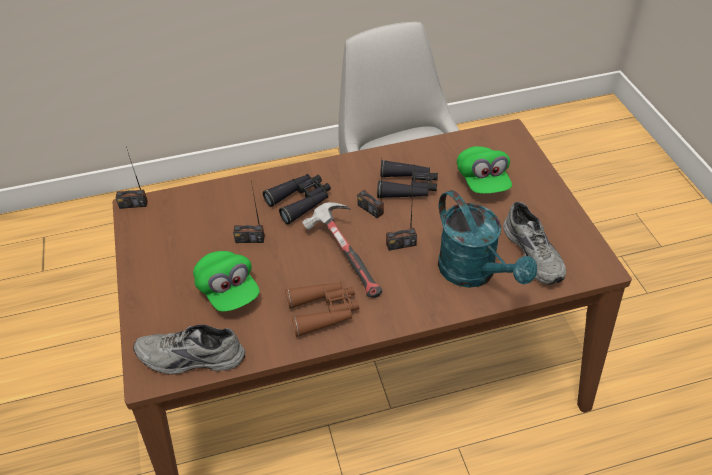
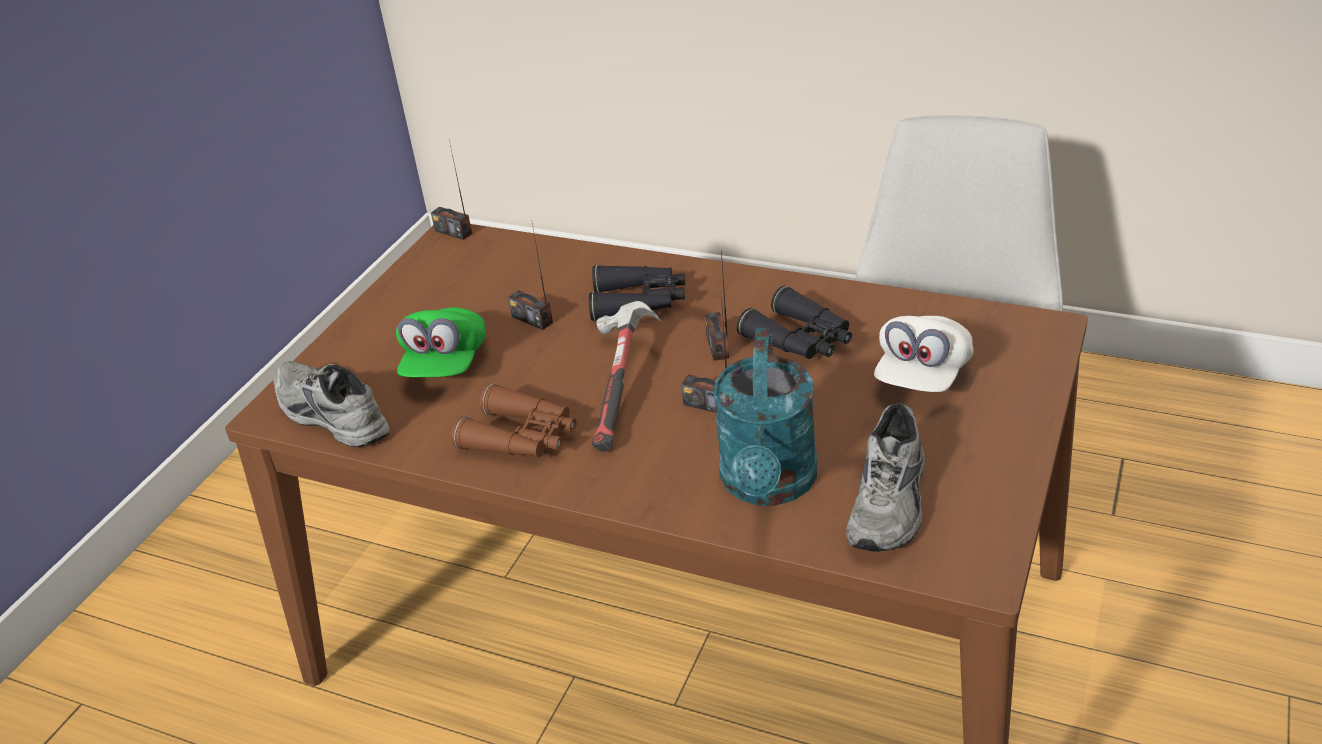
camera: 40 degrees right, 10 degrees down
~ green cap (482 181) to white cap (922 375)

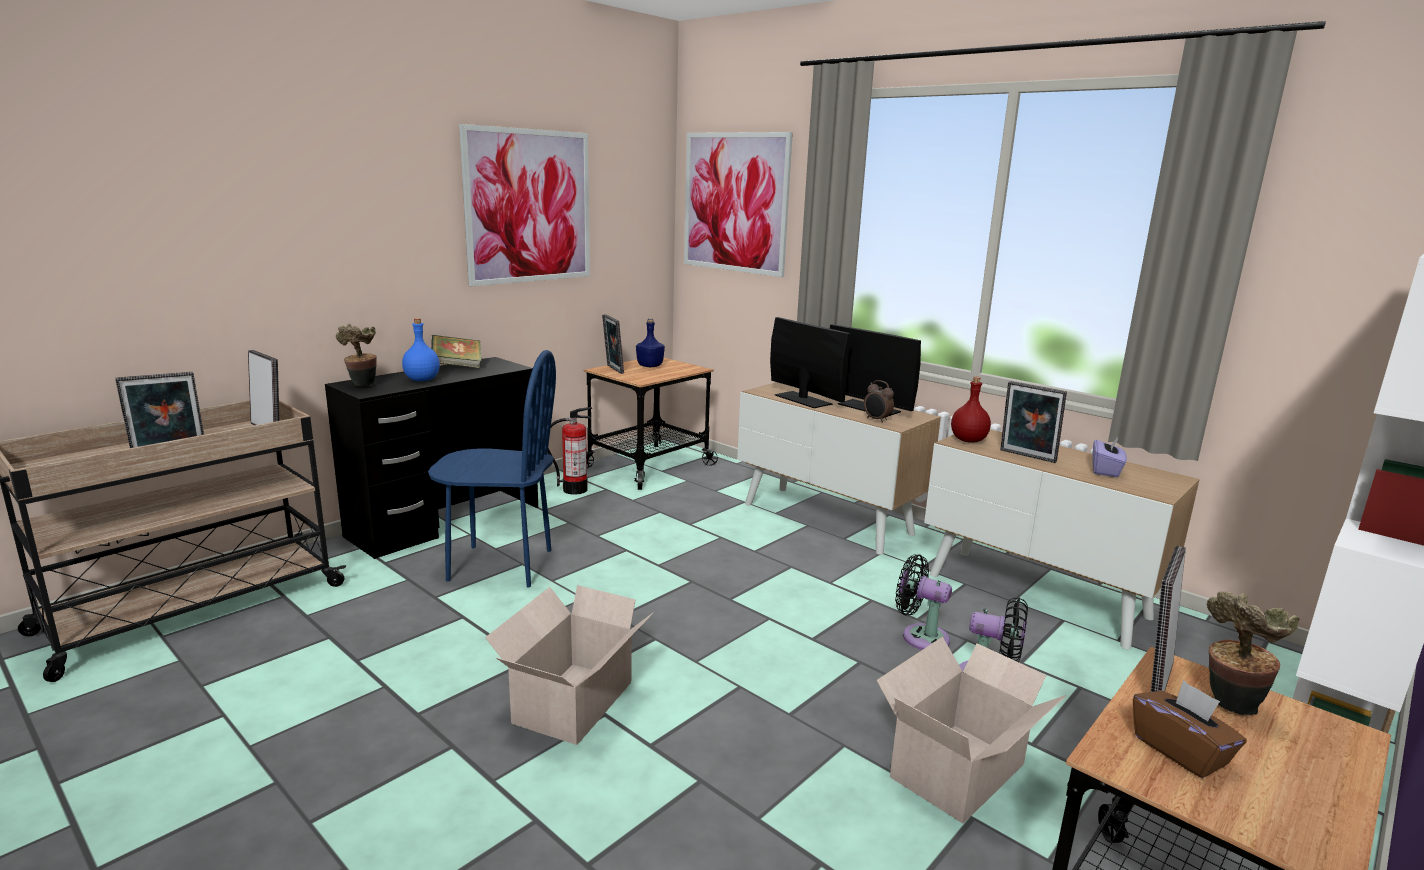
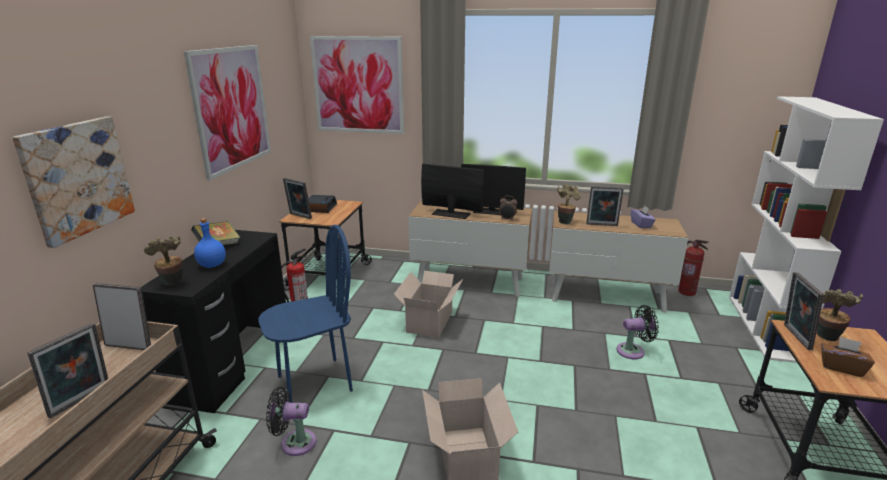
camera: 30 degrees left, 5 degrees up
+ picture (77 178)
+ fire extinguisher (687 292)
~ cardboard box (960 769) to (430 321)
~ black fan (920 636) to (294 442)
~ blue bottle (650 366) to alarm clock (320 208)
~ red bottle (968 440) to potted plant (565 221)

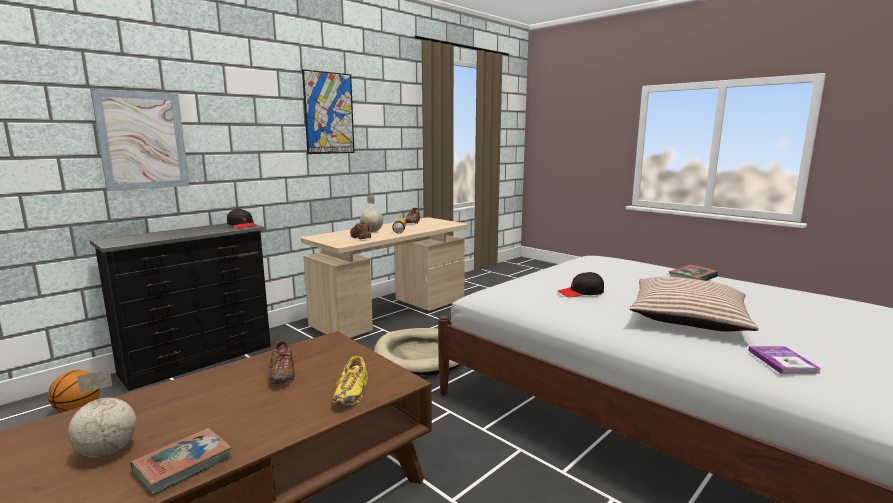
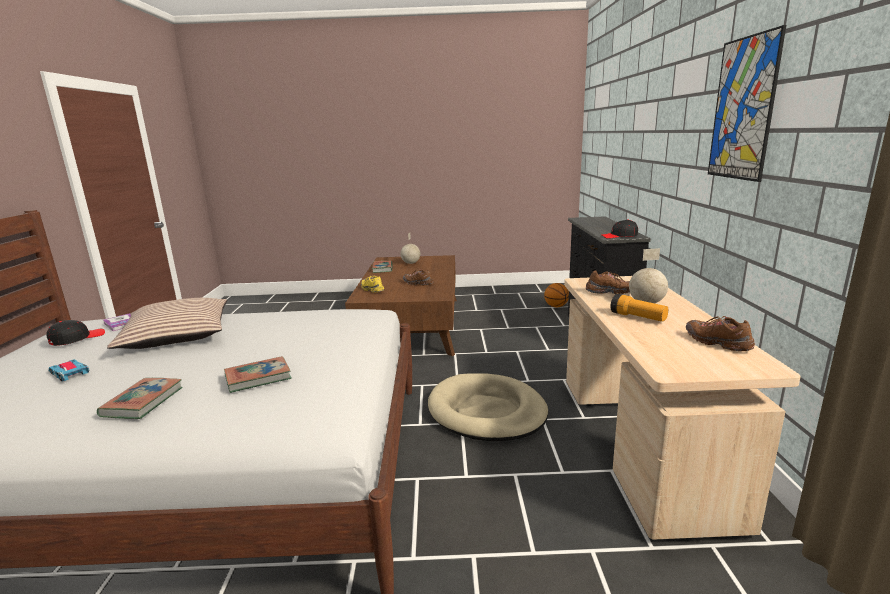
camera: 135 degrees right, 5 degrees up
- picture (142 141)
+ toy car (69 373)
+ book (258 378)
~ black cap (581 292) to (77 338)

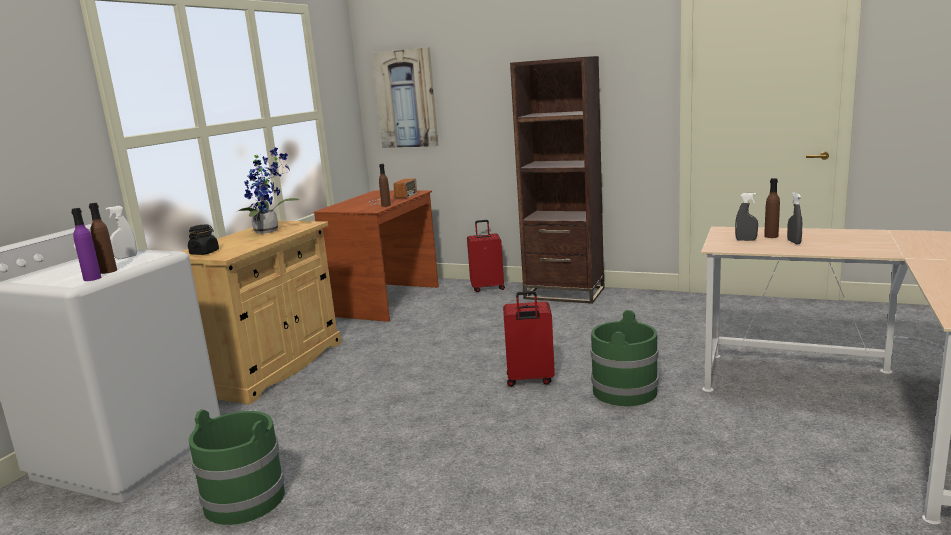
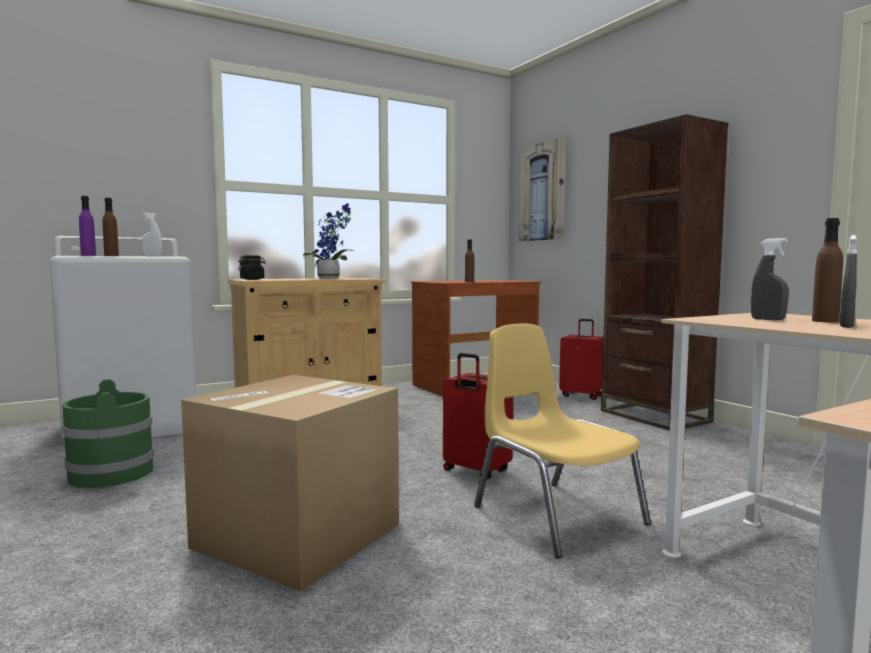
camera: 35 degrees right, 10 degrees down
- radio (391 199)
+ cardboard box (298 536)
~ green bucket (624 391) to yellow chair (555 515)

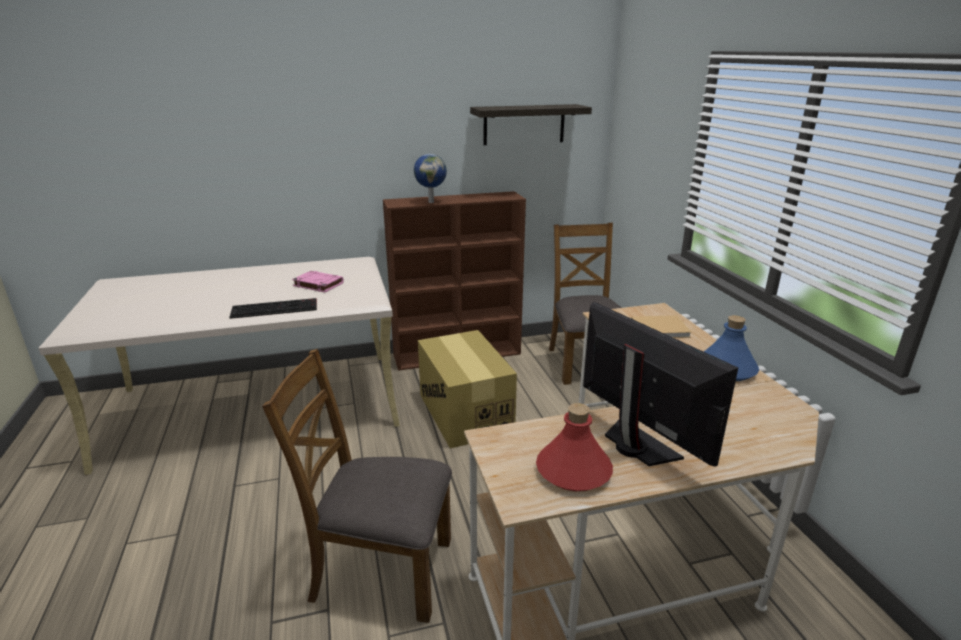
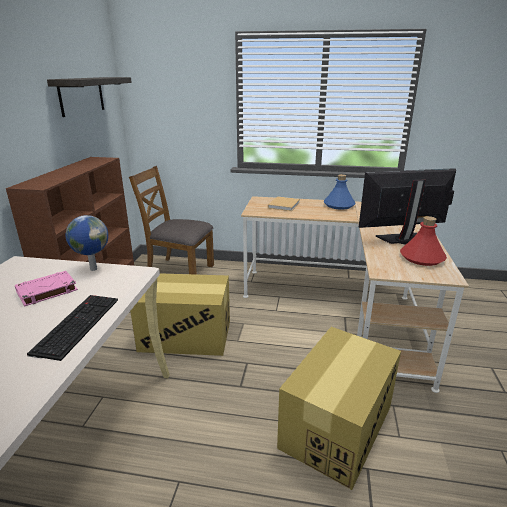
camera: 65 degrees left, 0 degrees up
~ globe (431 202) to (93 269)
~ brown chair (381 569) to cardboard box (336 427)

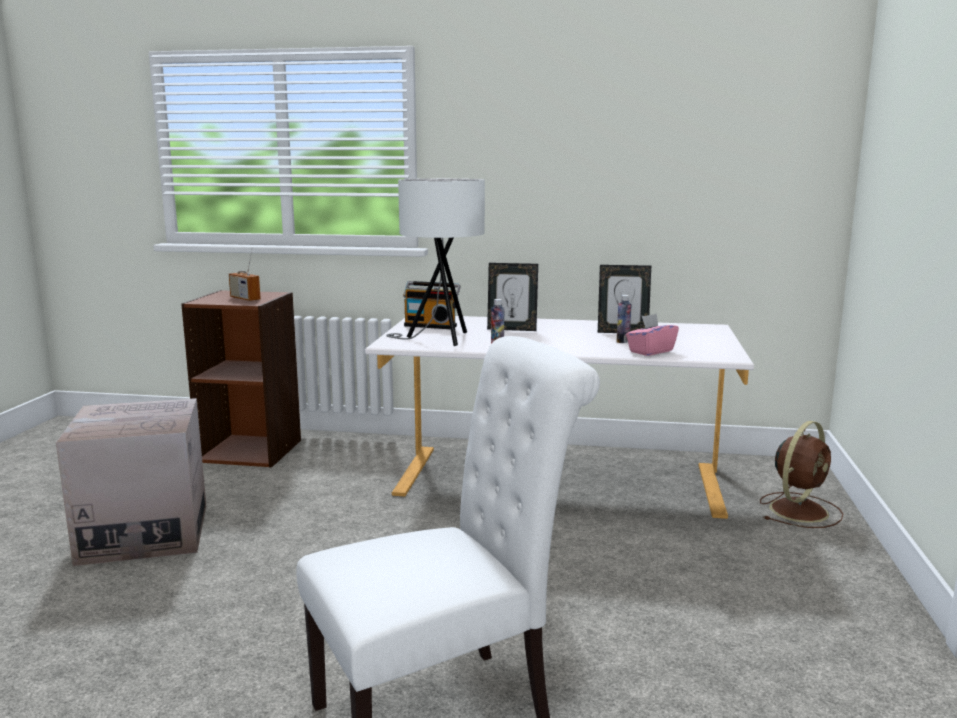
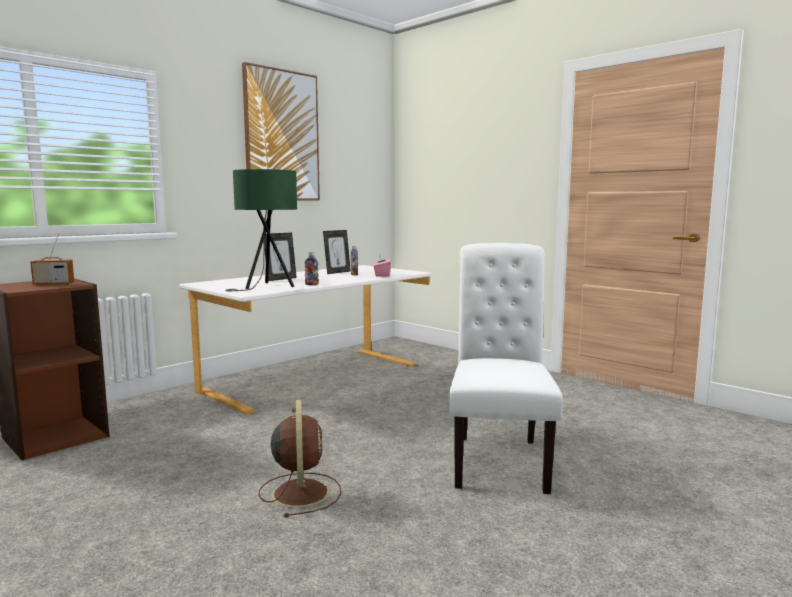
camera: 55 degrees left, 5 degrees down
- cardboard box (144 533)
- radio (431 325)
+ picture (281 136)
~ brown fan (800 510) to (300 492)
~ white table lamp (439 339) to green table lamp (266 287)

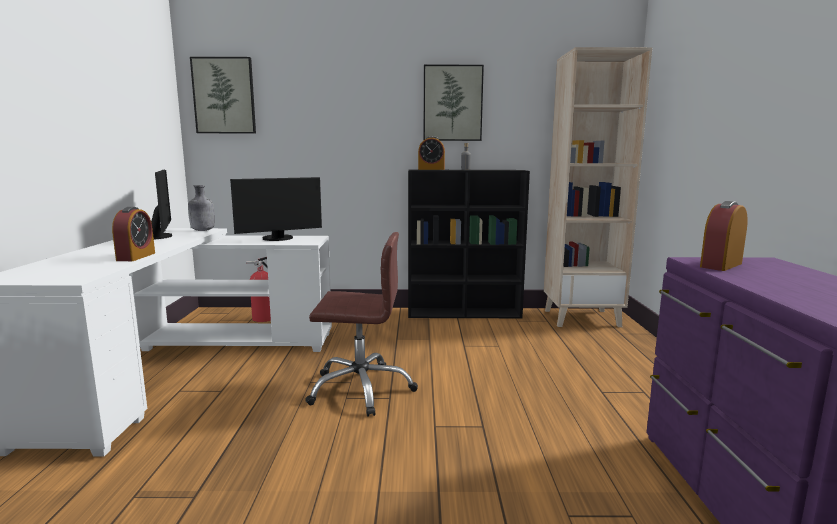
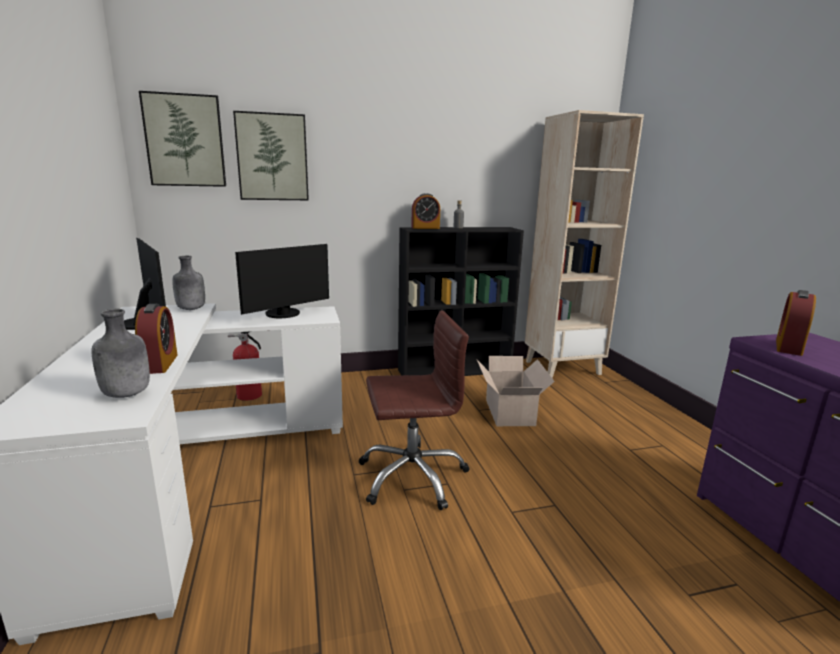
camera: 15 degrees left, 5 degrees up
+ grey bottle (127 394)
+ cardboard box (509 413)
~ picture (452 103) to (272 157)

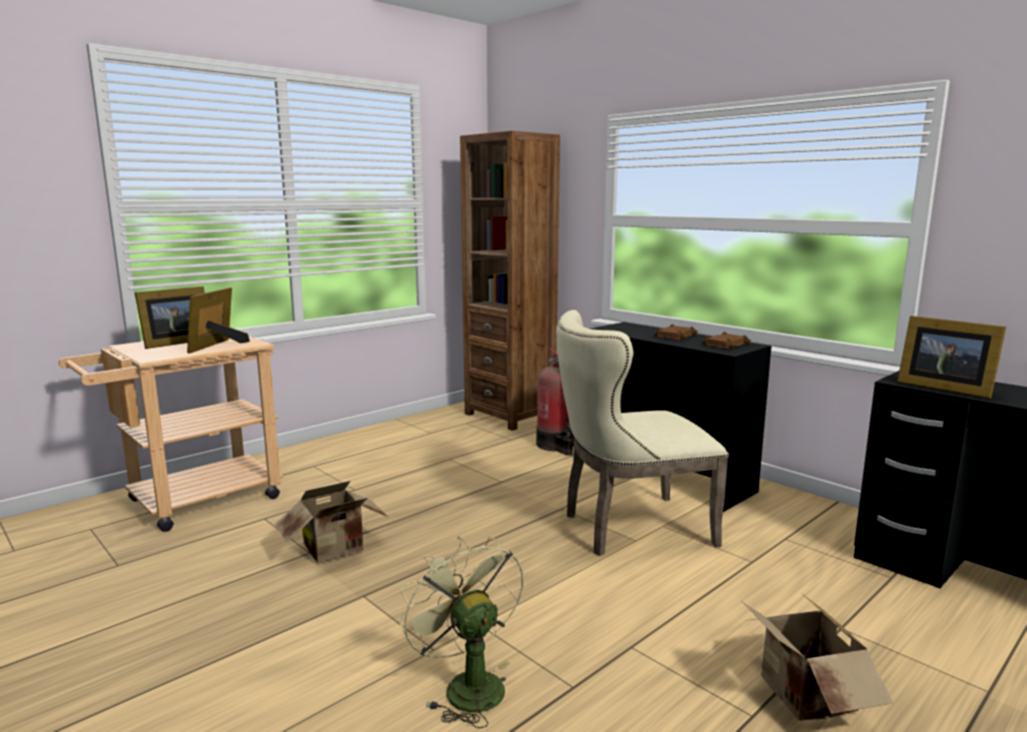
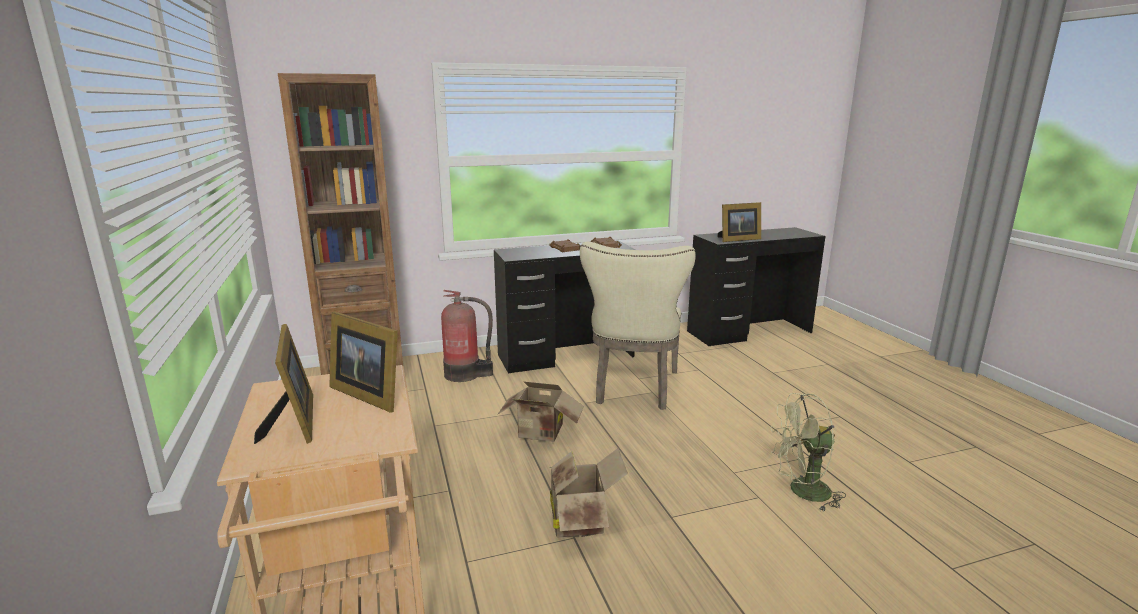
camera: 65 degrees left, 5 degrees up
~ cardboard box (802 698) to (541 434)

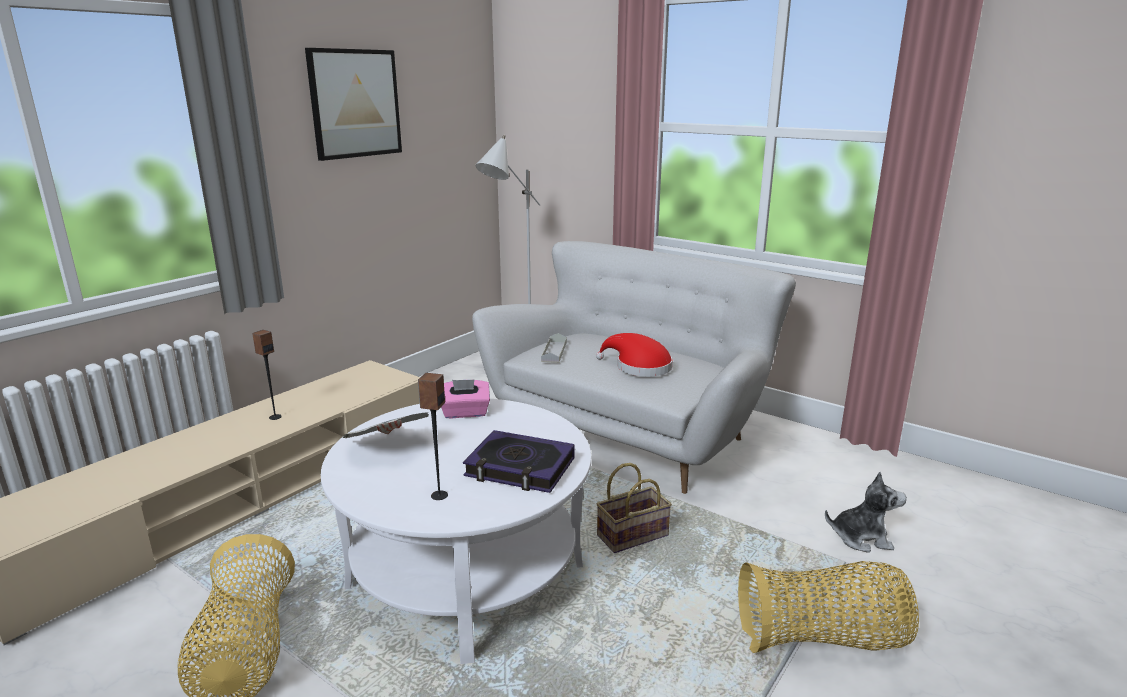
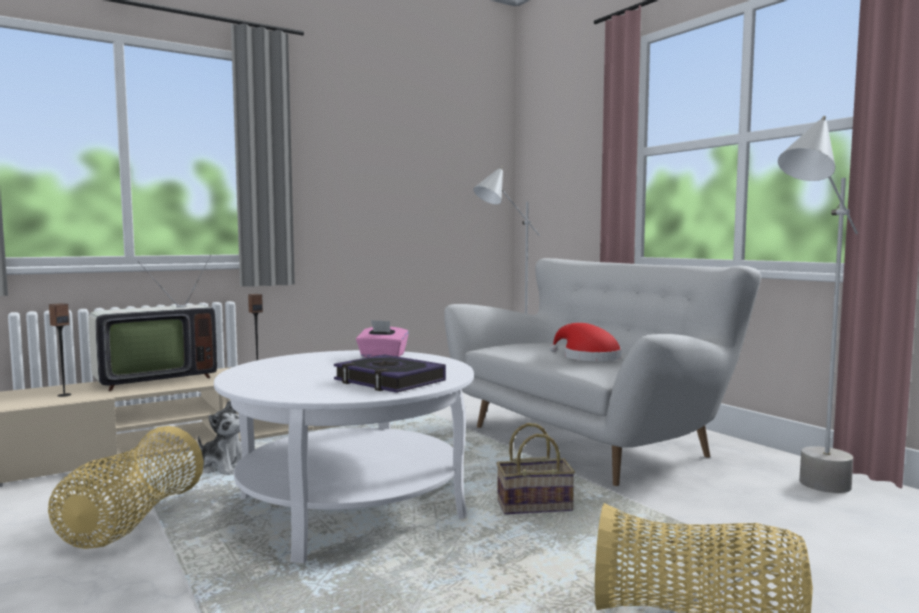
camera: 20 degrees right, 15 degrees down
- picture (355 103)
- newspaper (387 447)
- grey tray (554 351)
+ television (153 380)
+ grey floor lamp (808 493)
~ speaker (439 495) to (64 395)
~ plush toy (861 538) to (224 467)

